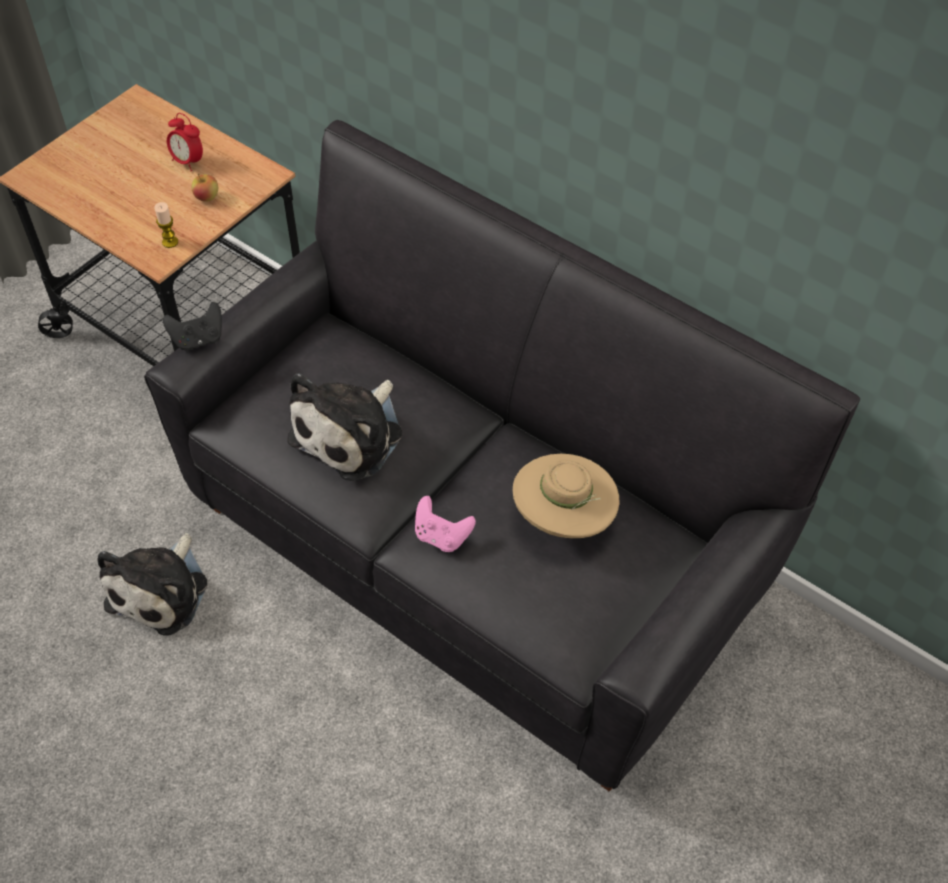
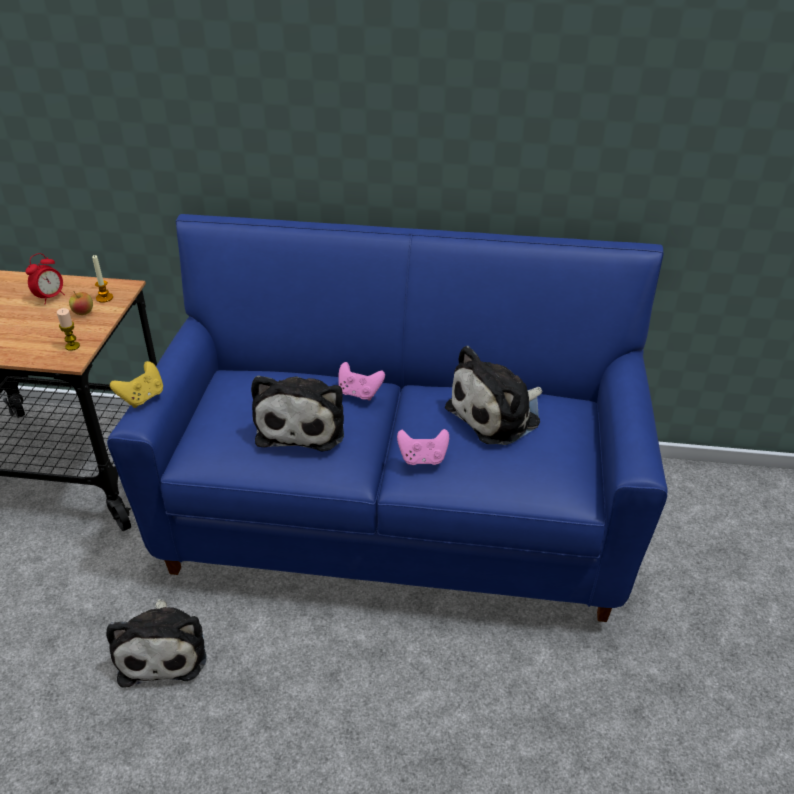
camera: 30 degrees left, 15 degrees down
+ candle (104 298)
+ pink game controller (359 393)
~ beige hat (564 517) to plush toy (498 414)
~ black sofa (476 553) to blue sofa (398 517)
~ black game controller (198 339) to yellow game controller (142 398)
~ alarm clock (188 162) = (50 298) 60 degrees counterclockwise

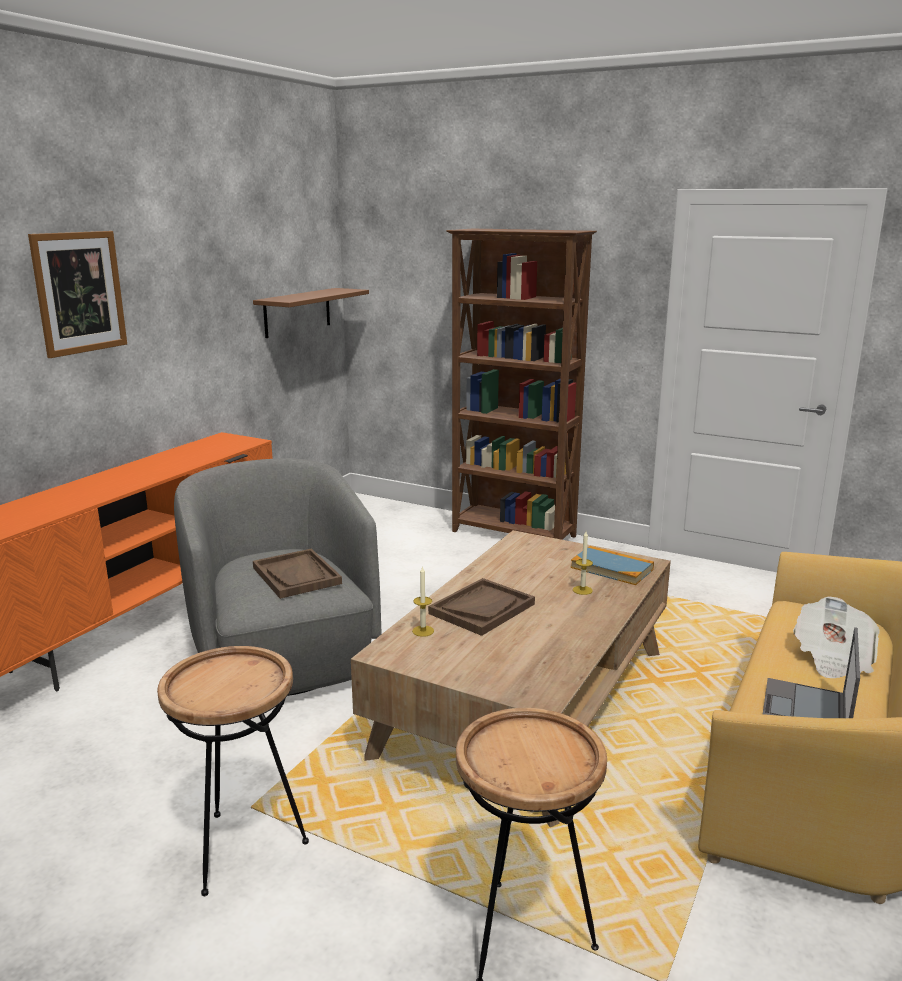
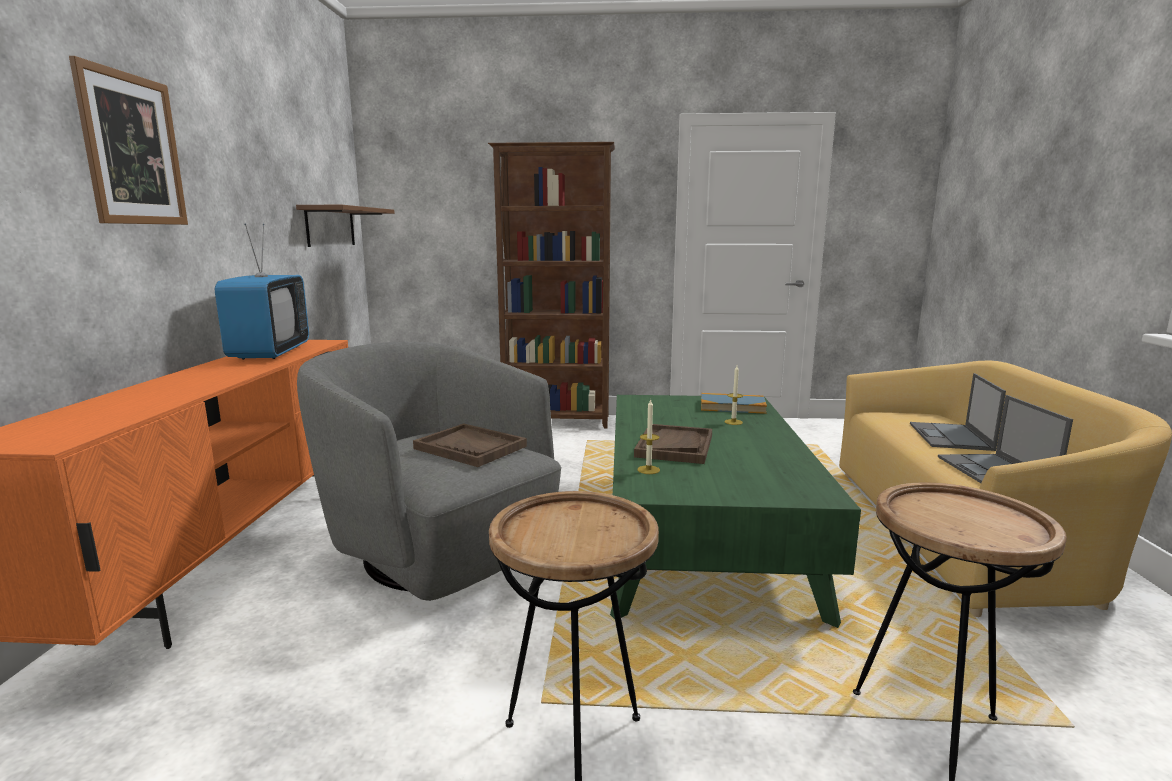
camera: 25 degrees left, 5 degrees down
+ television (270 353)
~ newspaper (832 658) to laptop (951 437)
~ brown coffee table (525 702) to green coffee table (702 535)

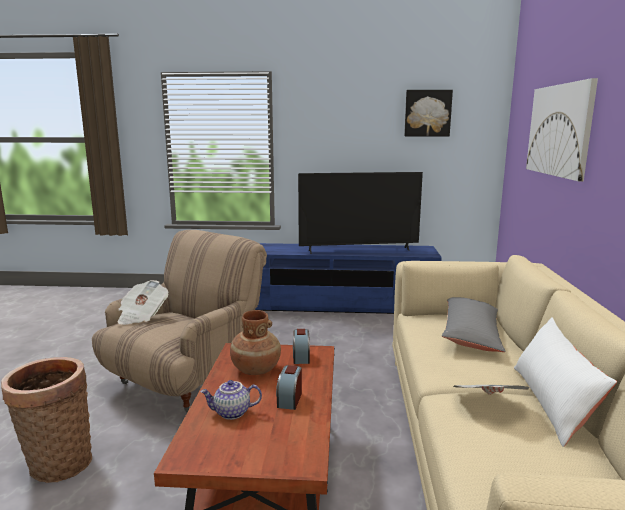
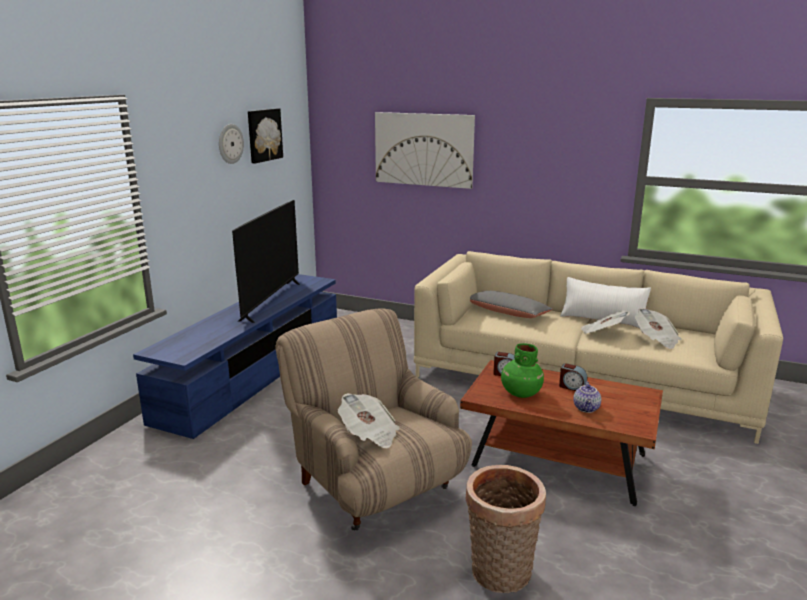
camera: 70 degrees left, 5 degrees up
+ wall clock (230 143)
+ newspaper (656 340)
~ brown vase (256 369) to green vase (520 393)

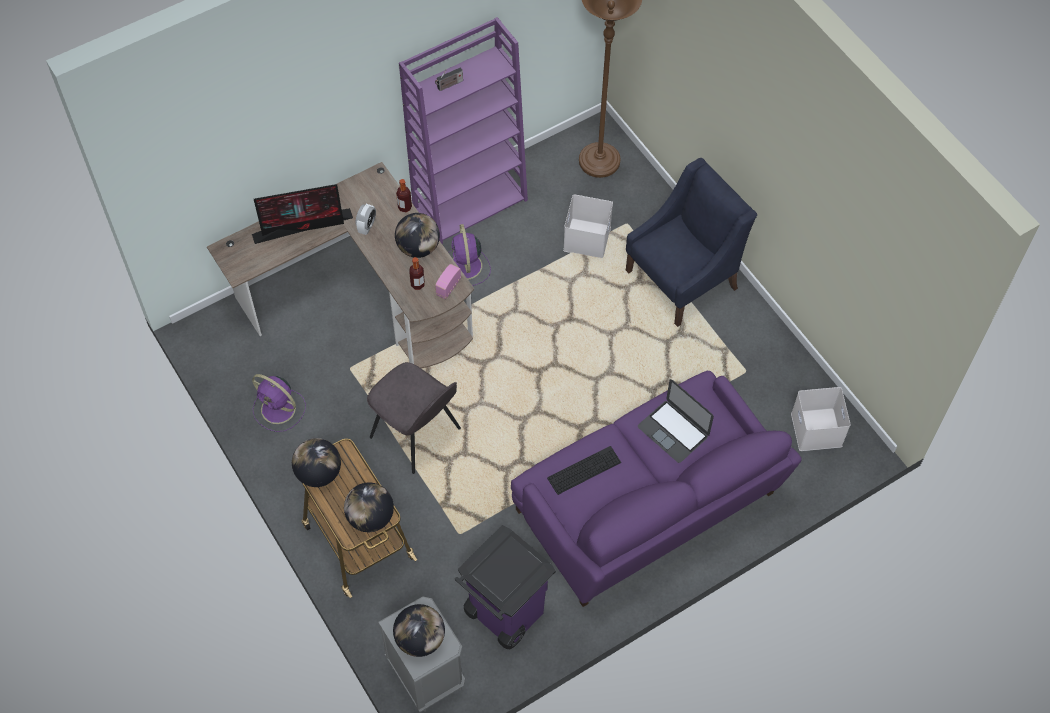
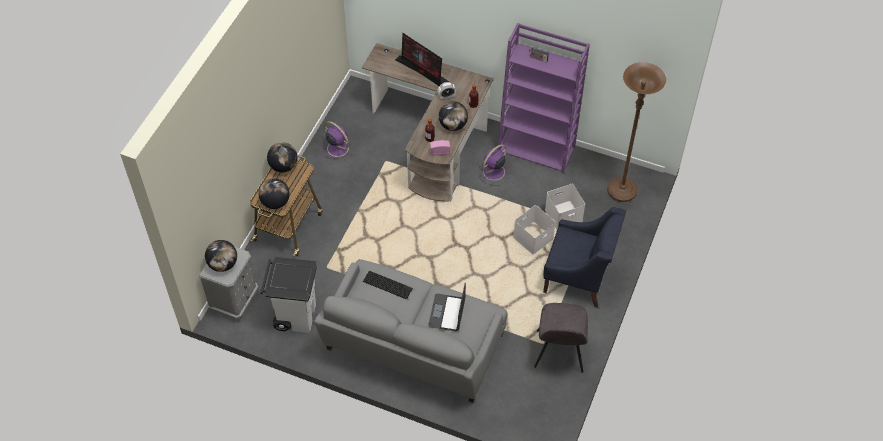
camera: 55 degrees right, 5 degrees down
~ grey chair (417 435) to (559 353)
~ white storage box (817 430) to (533 239)
~ purple trash can (503 613) to white trash can (295 314)
~ purple sofa (647 506) to grey sofa (413 344)
~ purple fan (279 409) = (337 148) 135 degrees clockwise

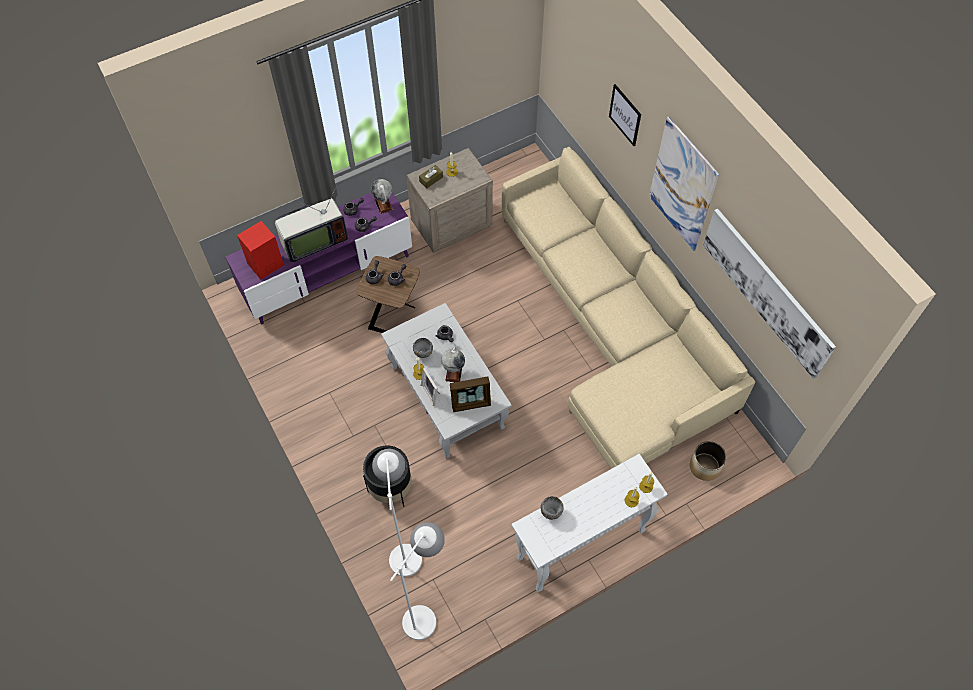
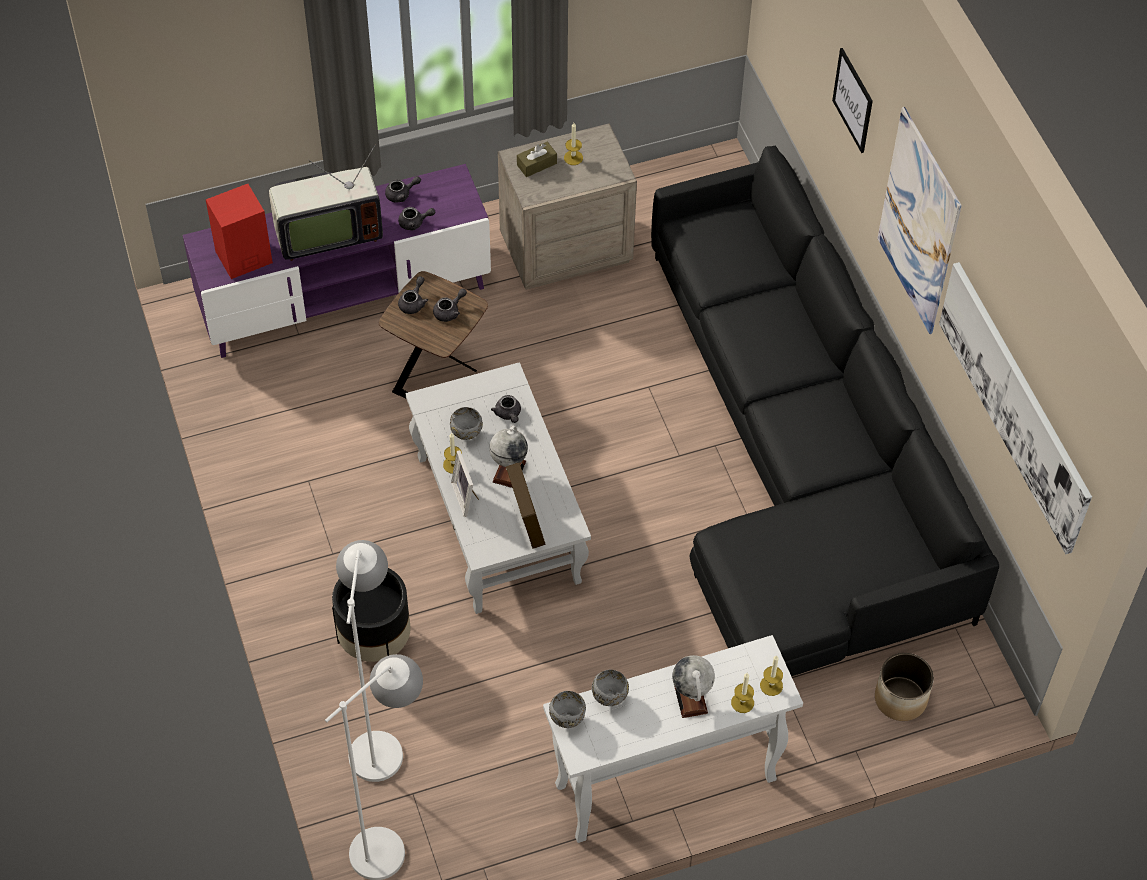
camera: 10 degrees right, 5 degrees down
+ grey bowl (567 719)
~ globe (383 204) to (691 699)
~ beige sofa (613 331) to black sofa (797 461)
~ picture frame (471 403) = (526 522) 105 degrees counterclockwise

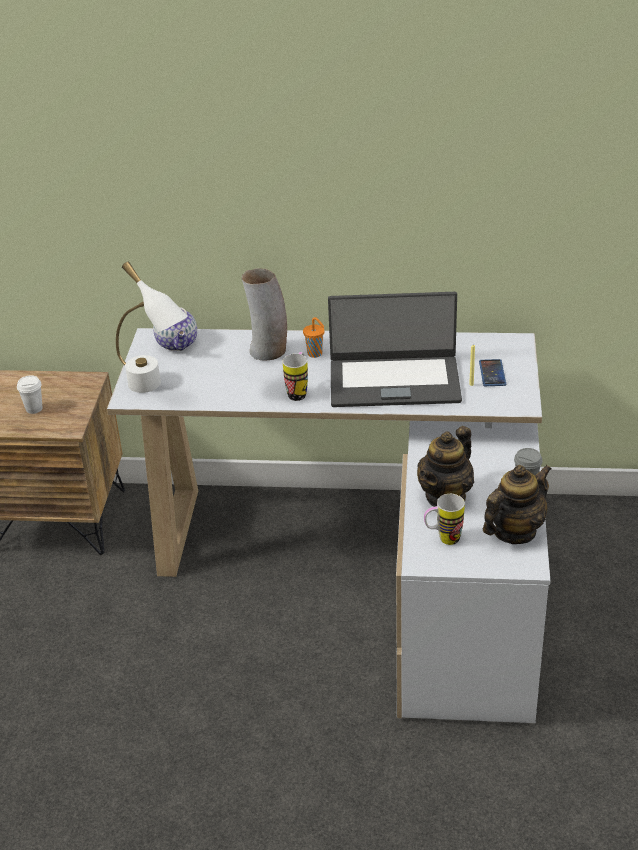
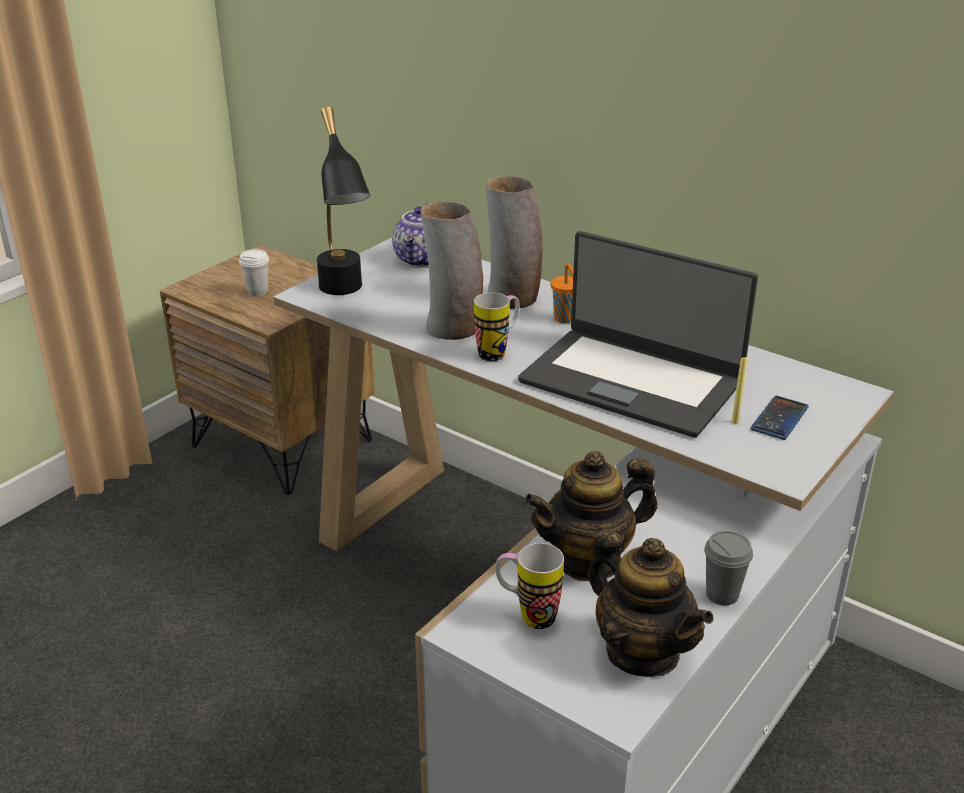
camera: 30 degrees right, 5 degrees down
+ vase (453 328)
~ white table lamp (155 389) to black table lamp (344 295)
~ teapot (514 531) = (642 652) 60 degrees clockwise

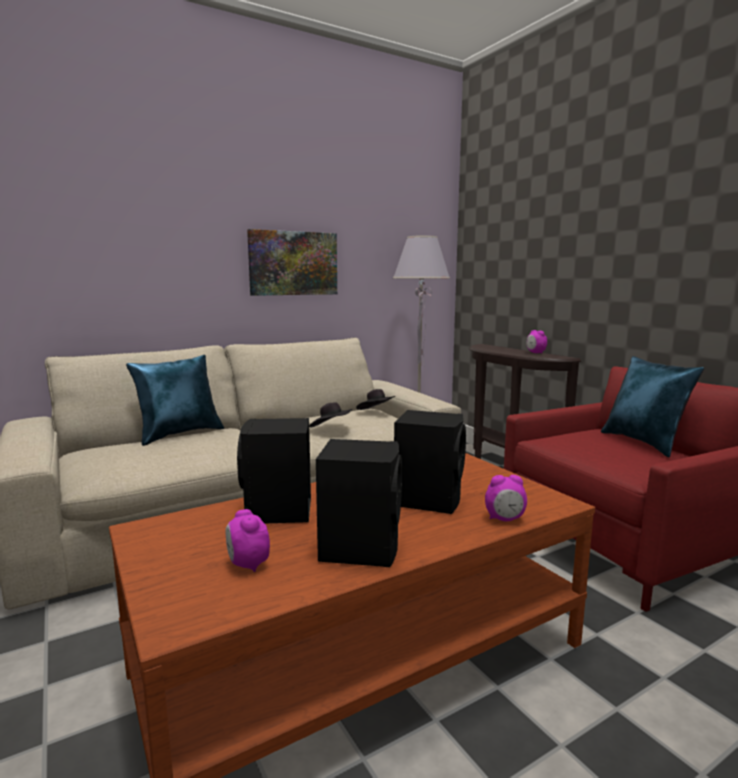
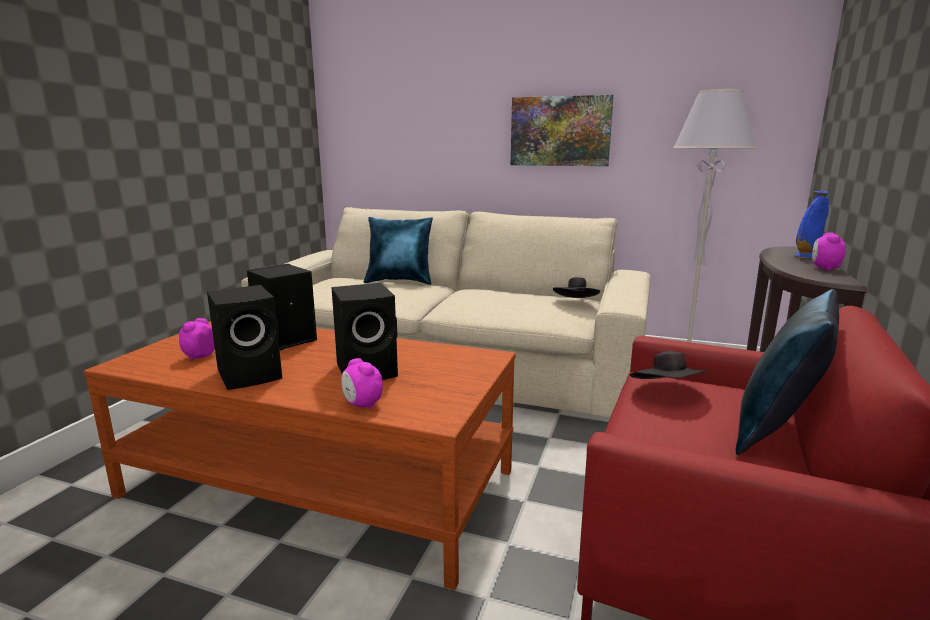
camera: 50 degrees right, 5 degrees up
+ blue vase (806 256)
~ black hat (331 429) to (667 392)

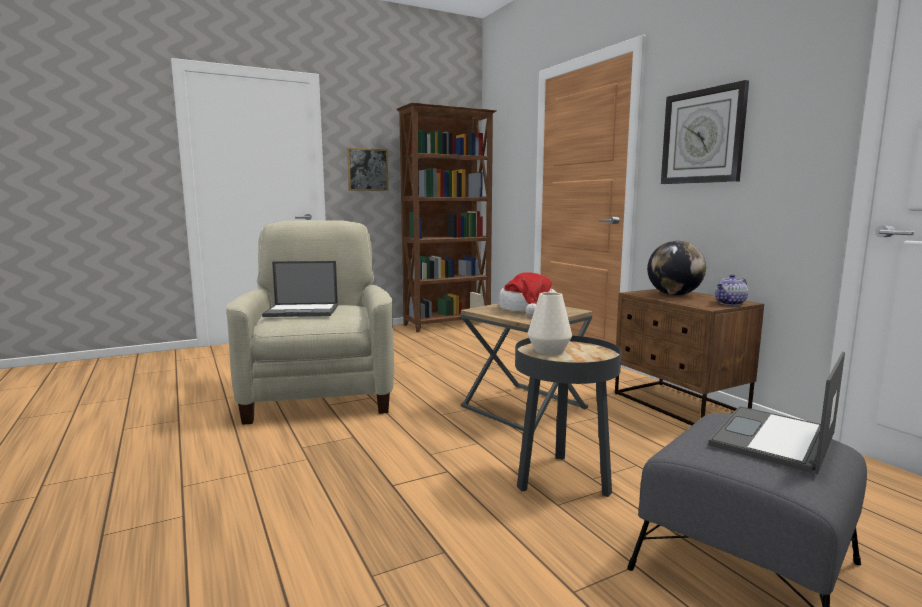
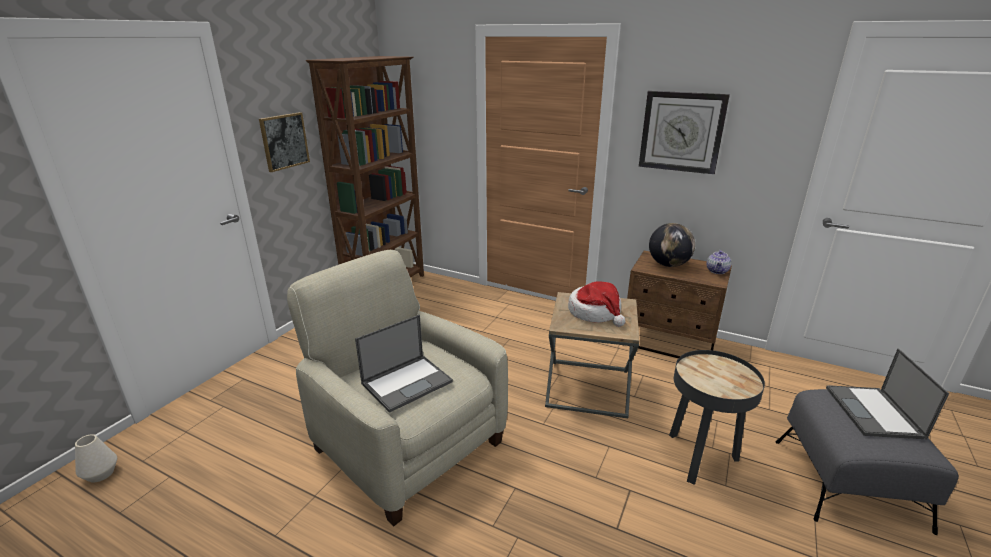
camera: 35 degrees left, 15 degrees up
~ white vase (548 351) to (101 474)

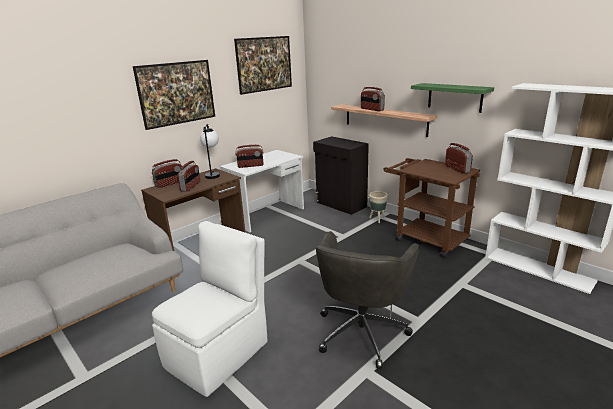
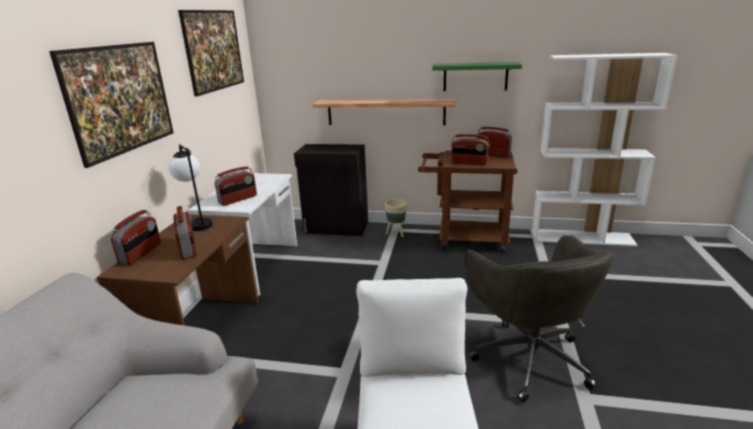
camera: 35 degrees left, 0 degrees up
~ radio (372 109) to (469 163)

